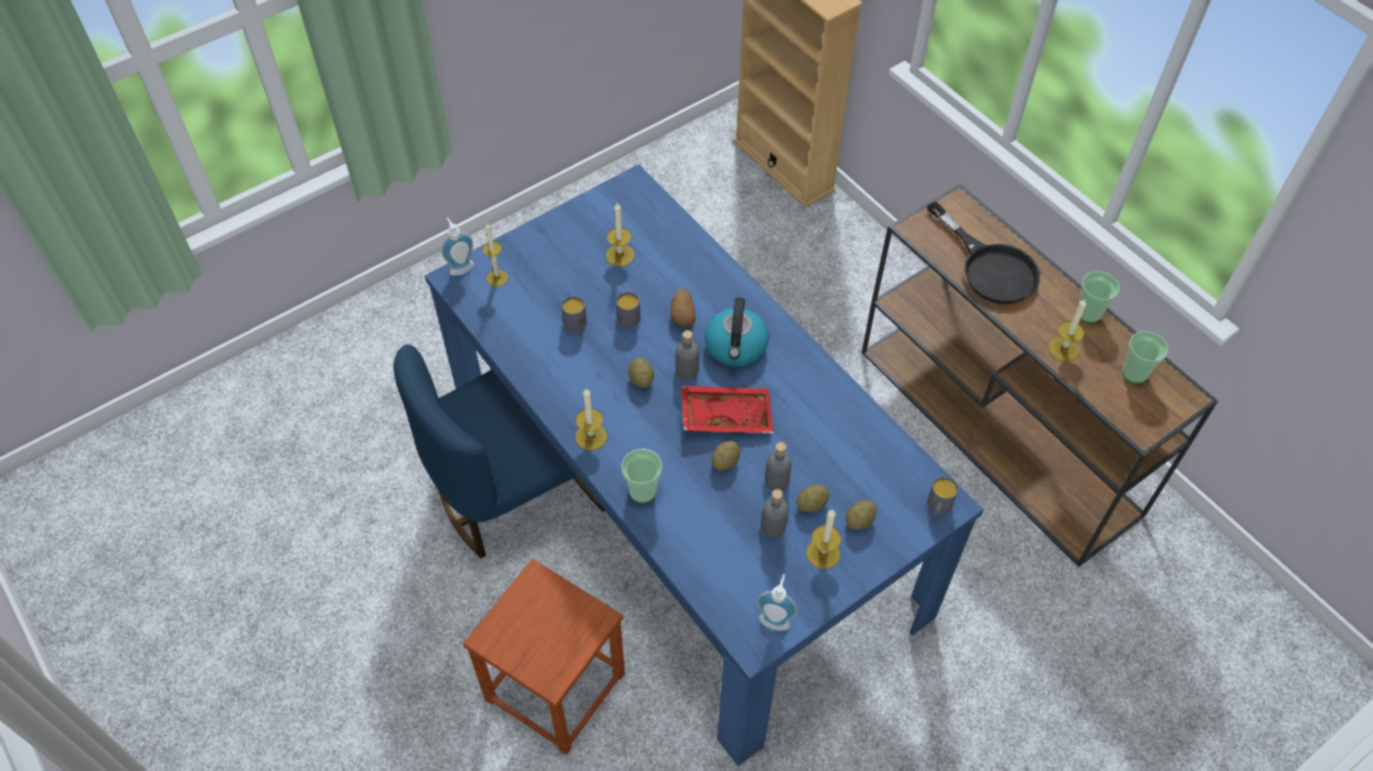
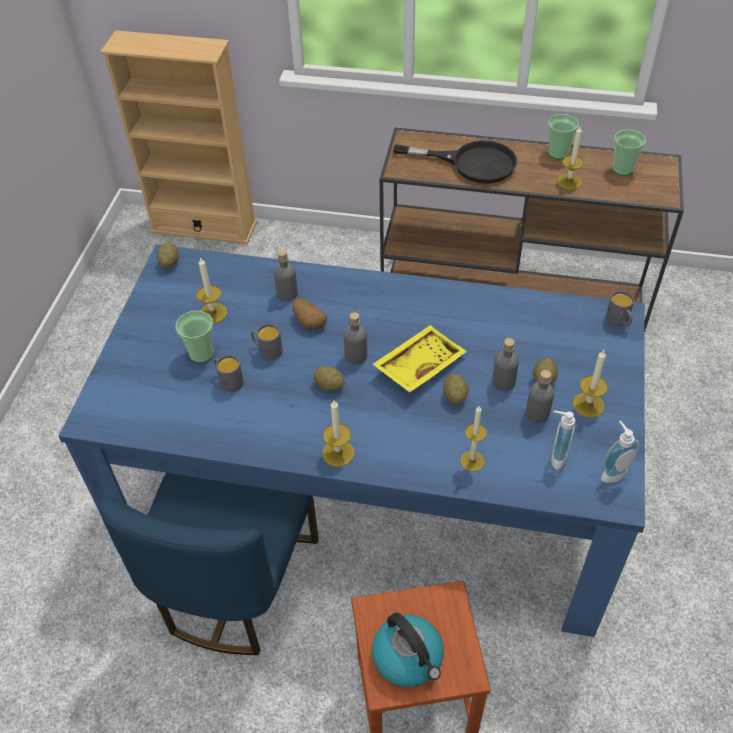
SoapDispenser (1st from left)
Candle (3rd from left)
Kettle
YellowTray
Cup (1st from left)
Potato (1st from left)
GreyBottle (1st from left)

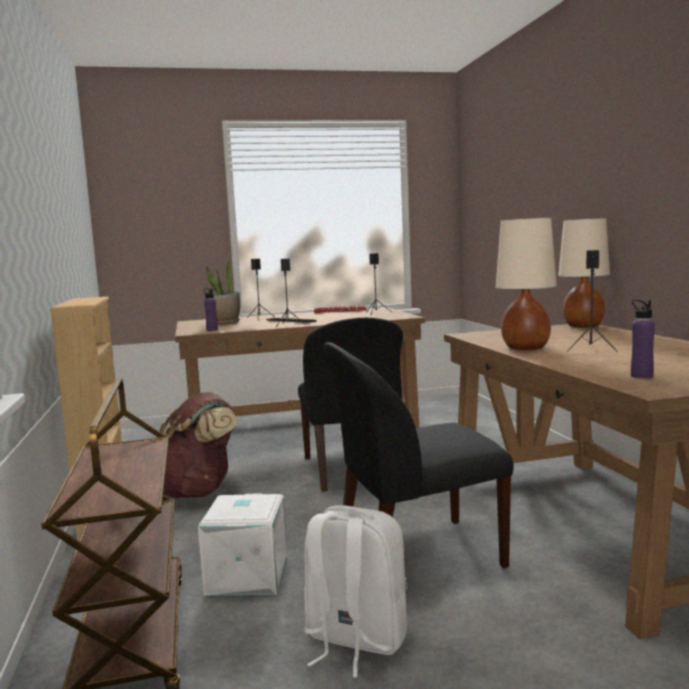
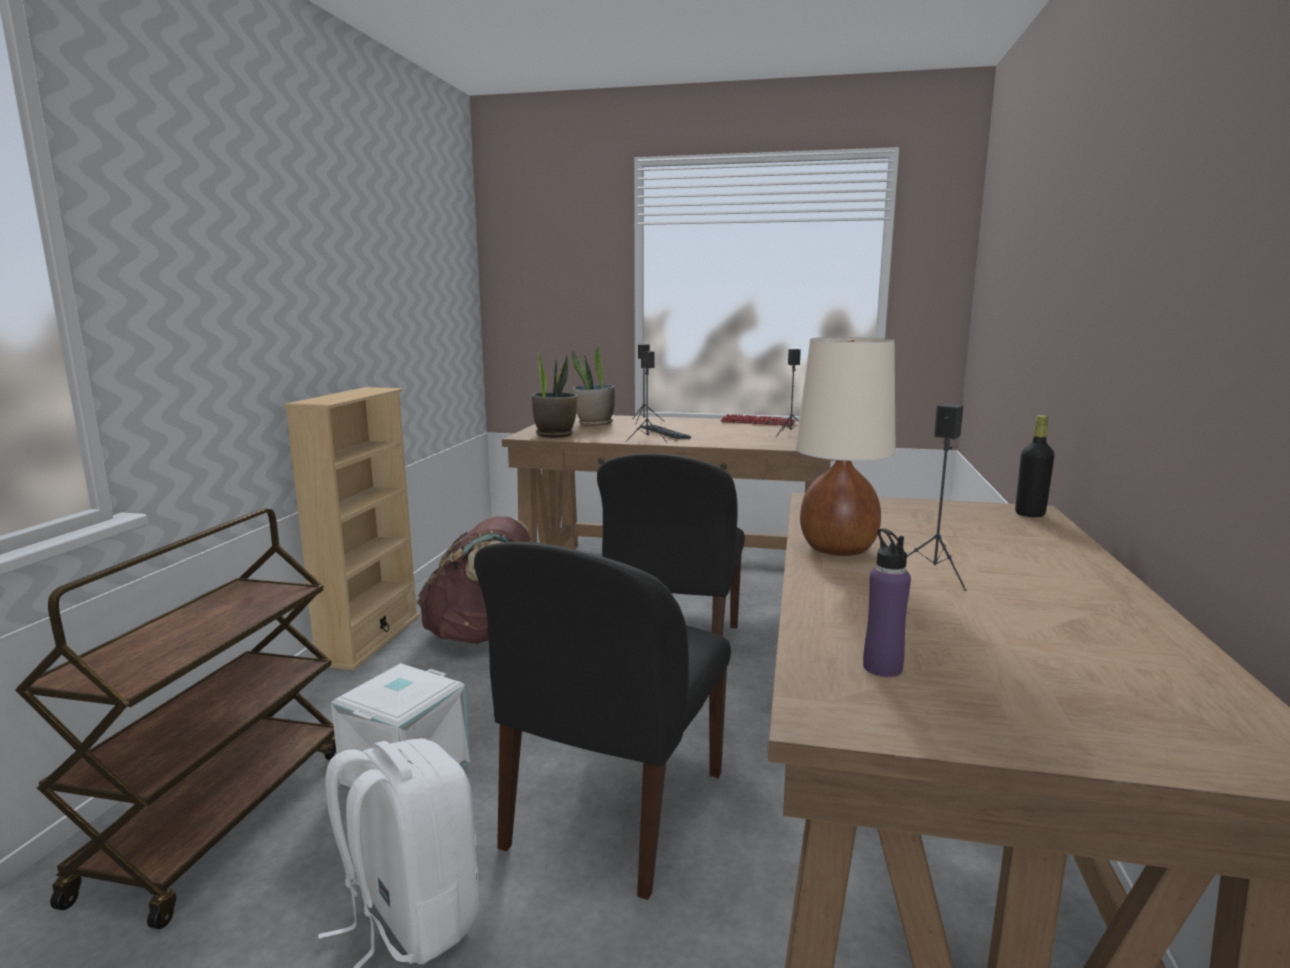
BlackBottle
PottedPlant (1st from left)
BlackChair (1st from left)

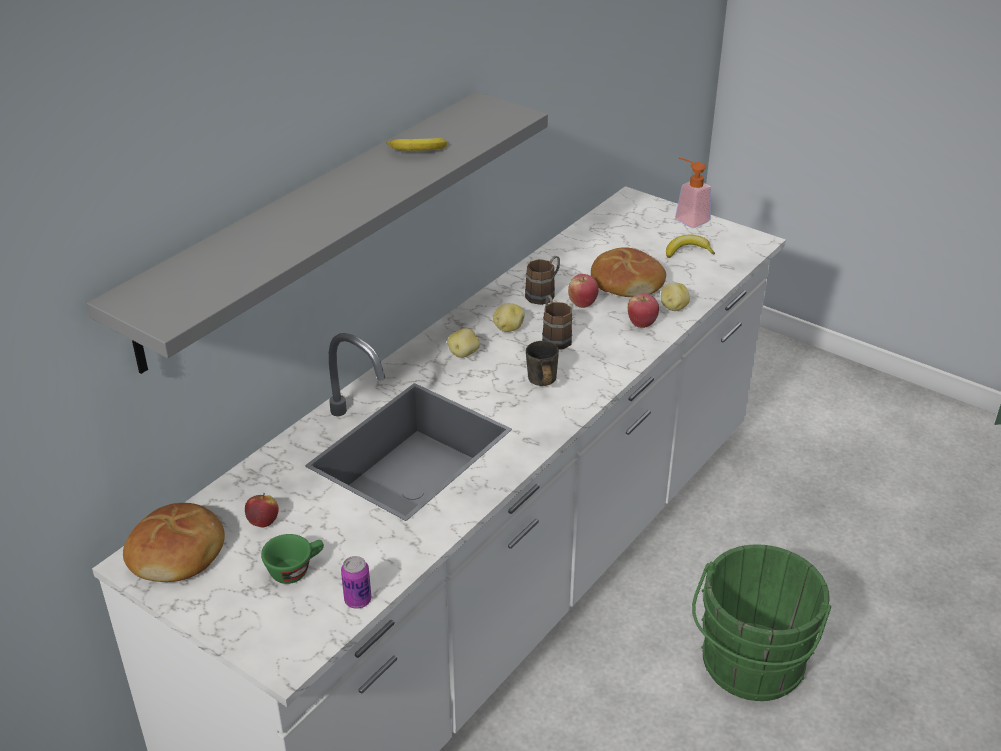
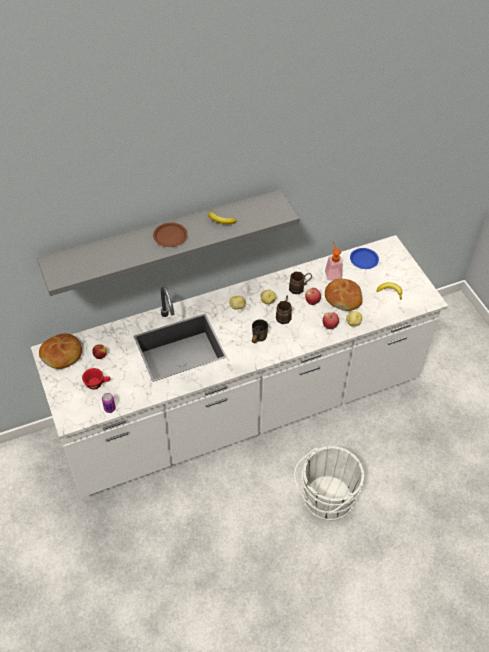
SoapDispenser
RedCup
WhiteBucket
BrownPlate
BluePlate

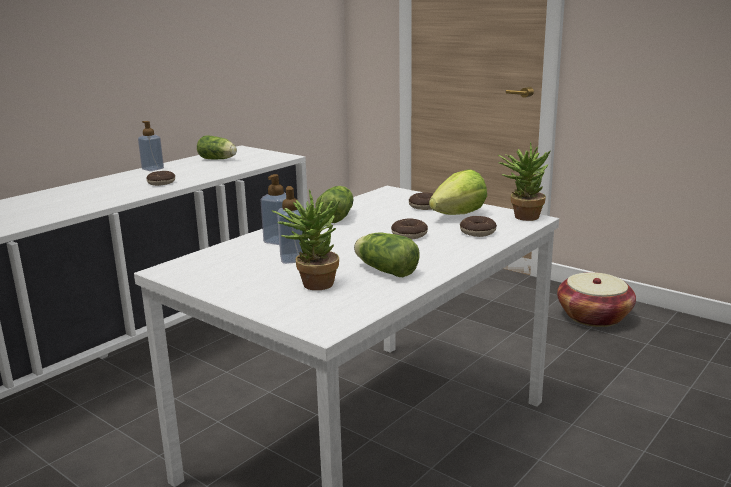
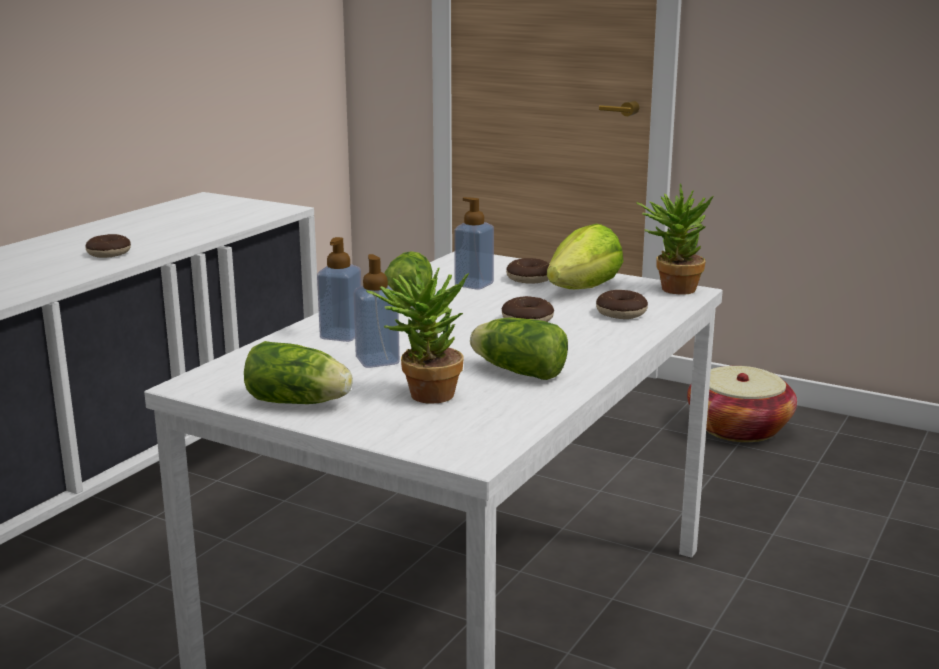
SoapDispenser (3rd from left)
Lettuce (1st from left)

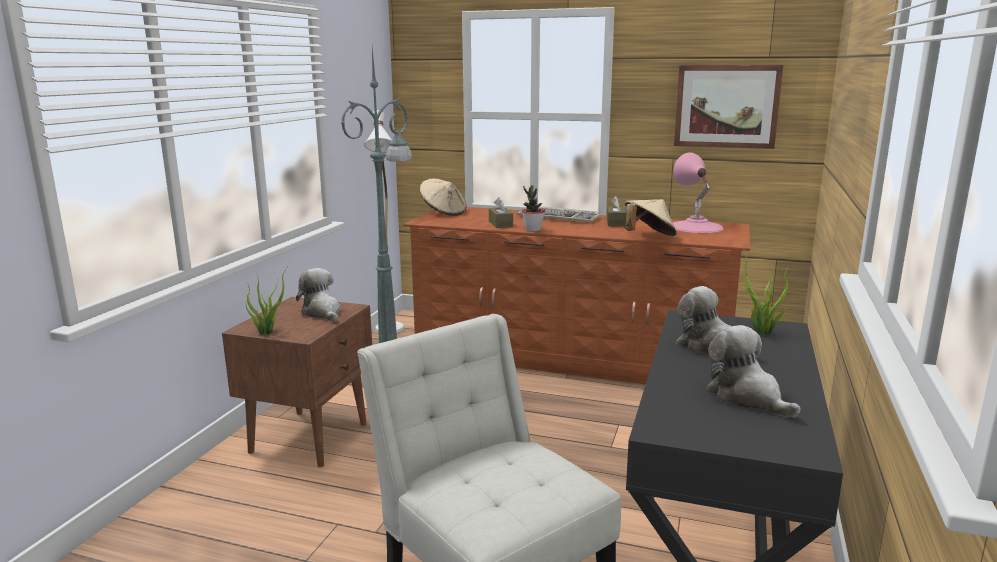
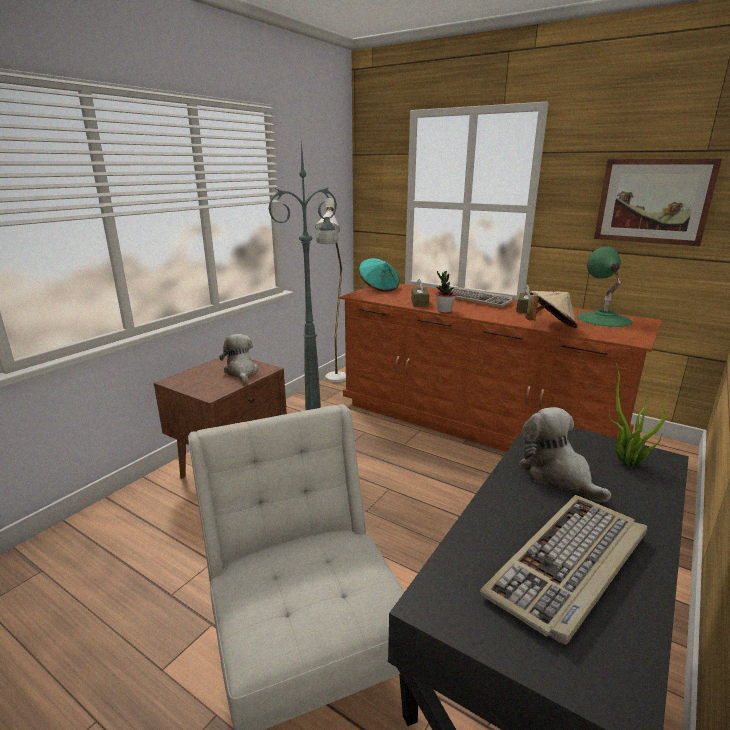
GreenTableLamp
TurquoiseHat
PottedPlant (1st from left in the first image)
Keyboard (2nd from left)

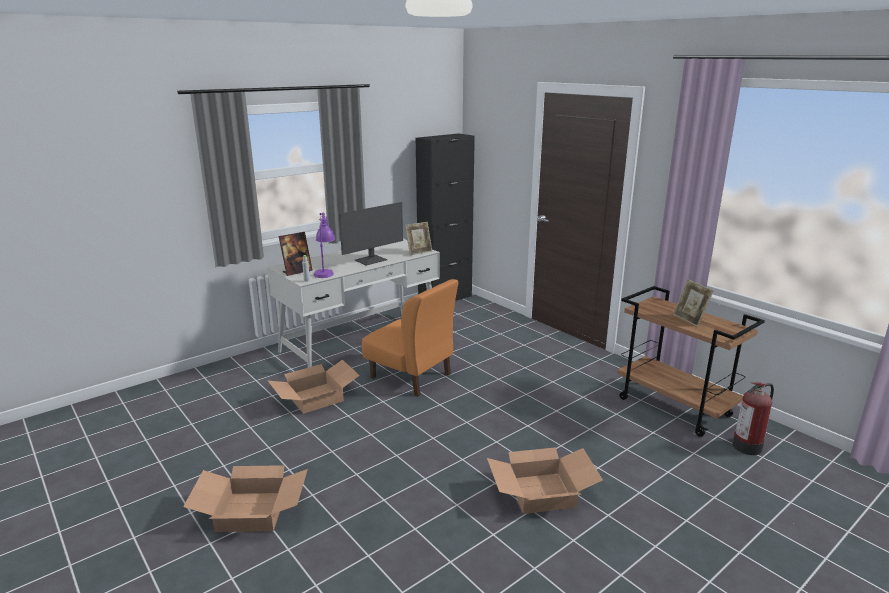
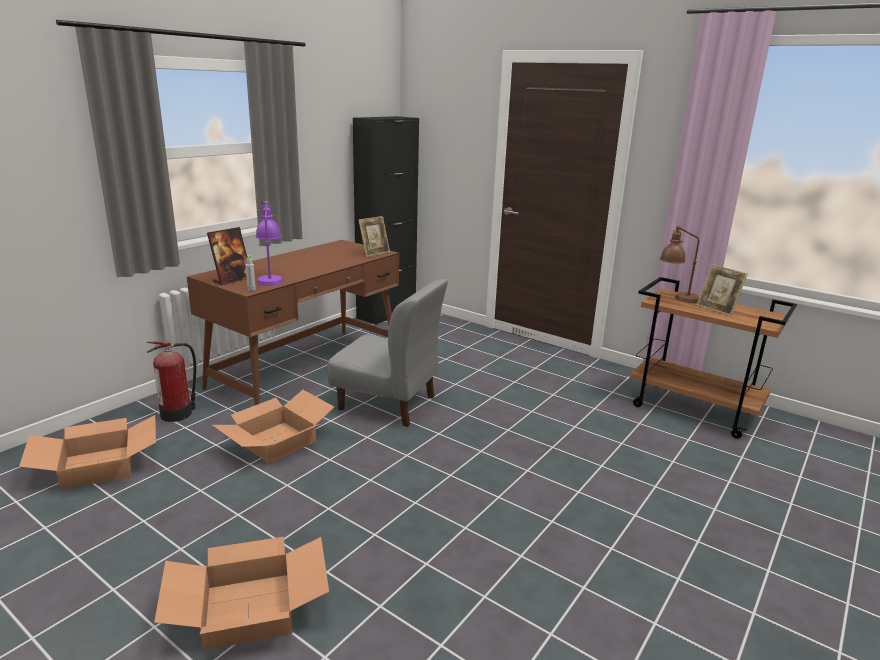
Monitor
BrownDesk
GreyChair
FireExtinguisher
CardboardBox (1st from left)
BrownTableLamp

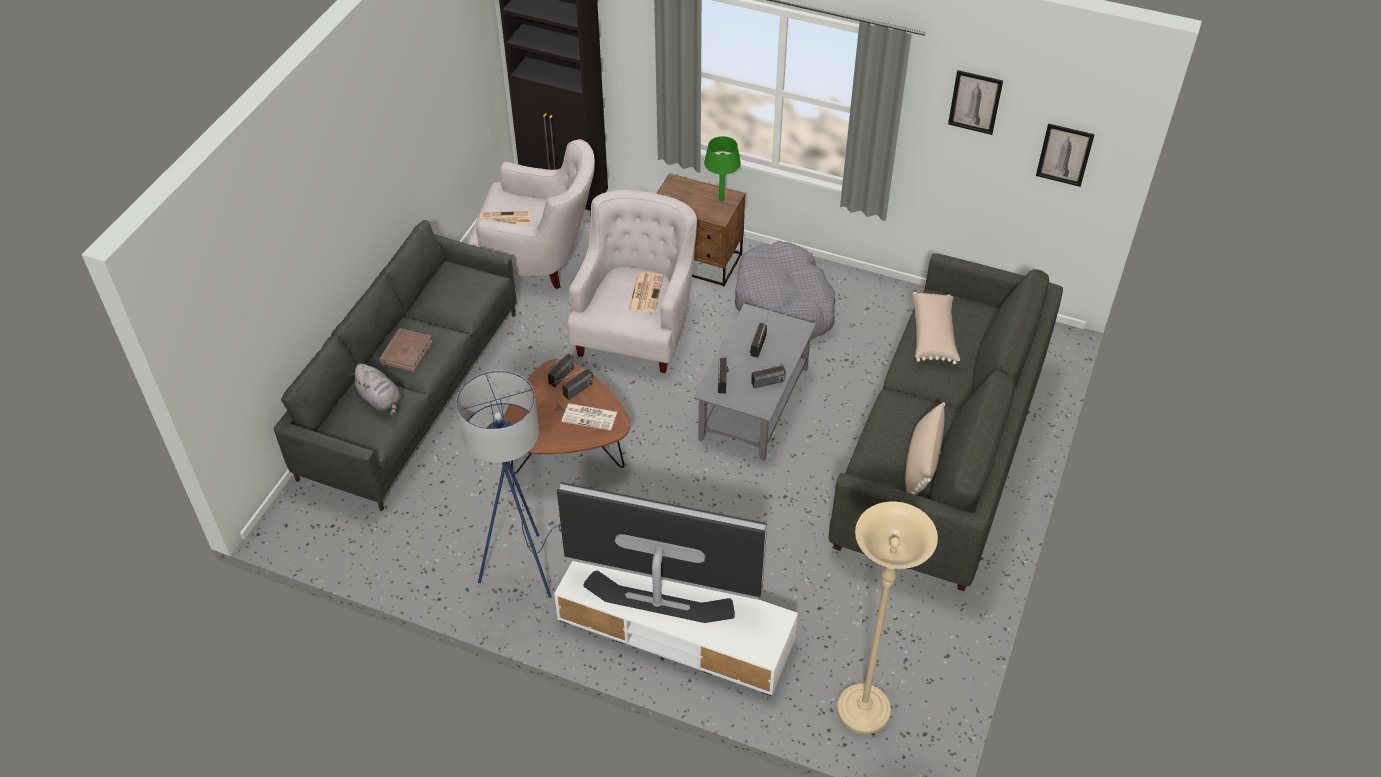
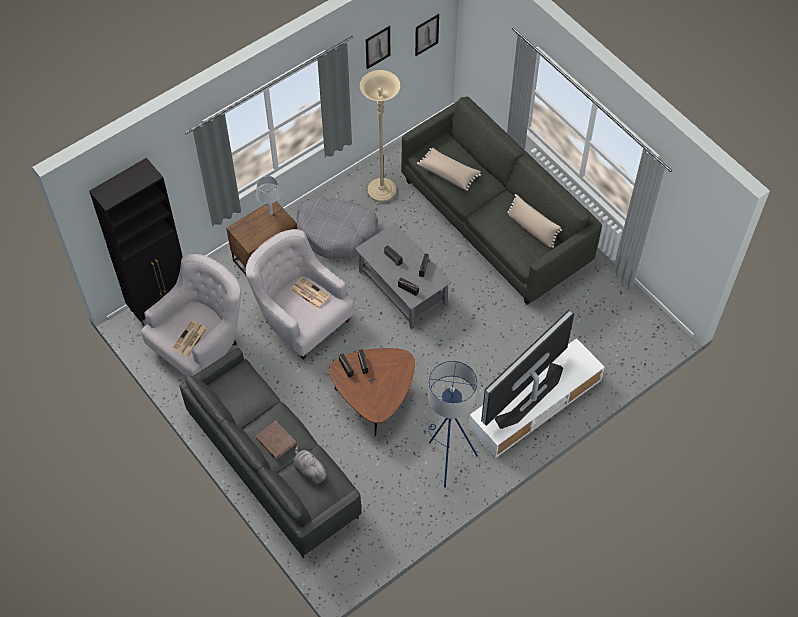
GreyTableLamp
GreyPlushToy
Newspaper (2nd from left in the first image)
BeigeFloorLamp

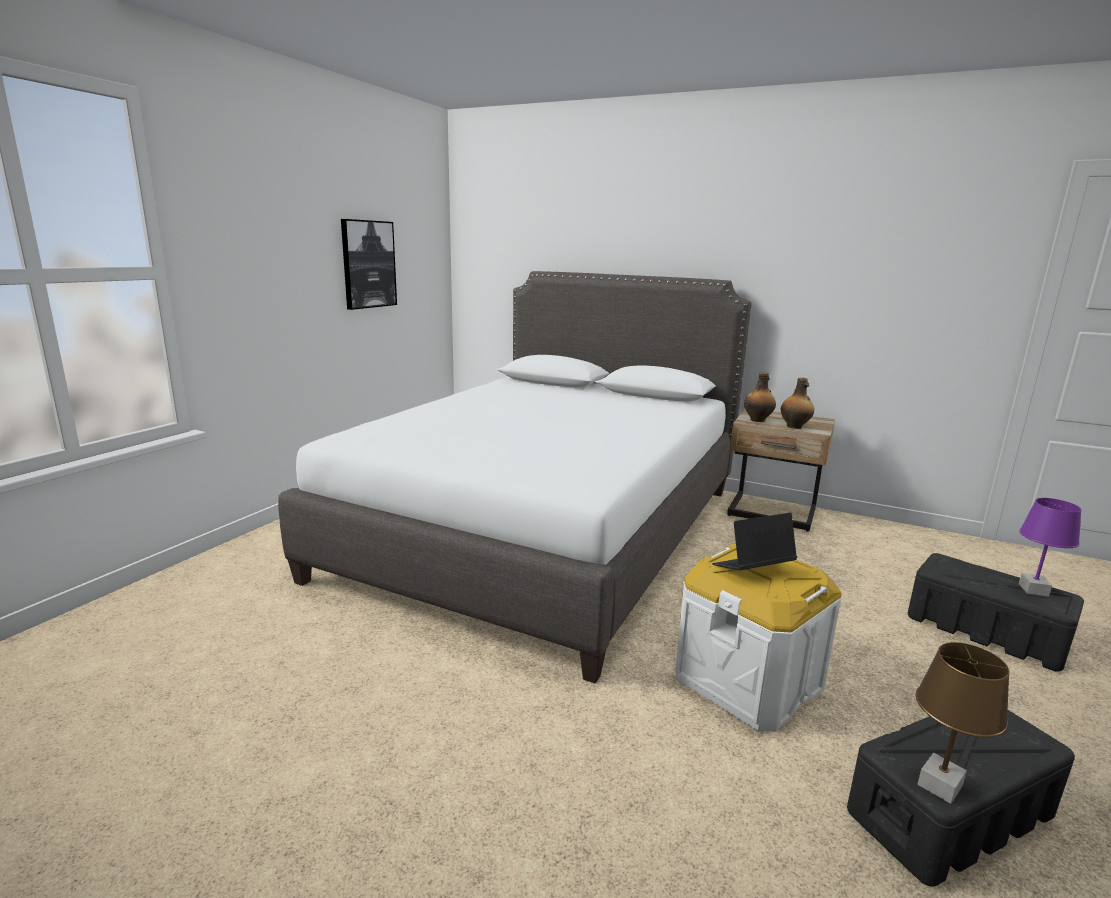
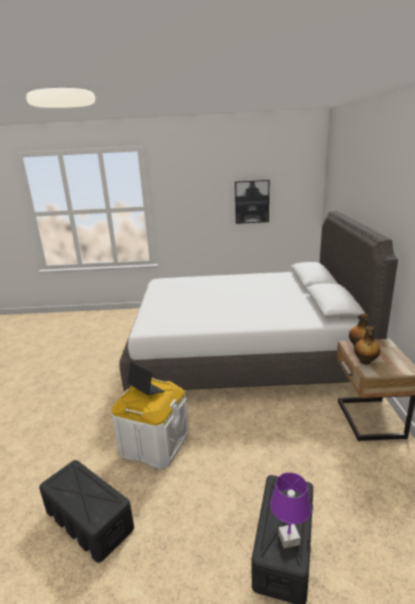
BrownTableLamp

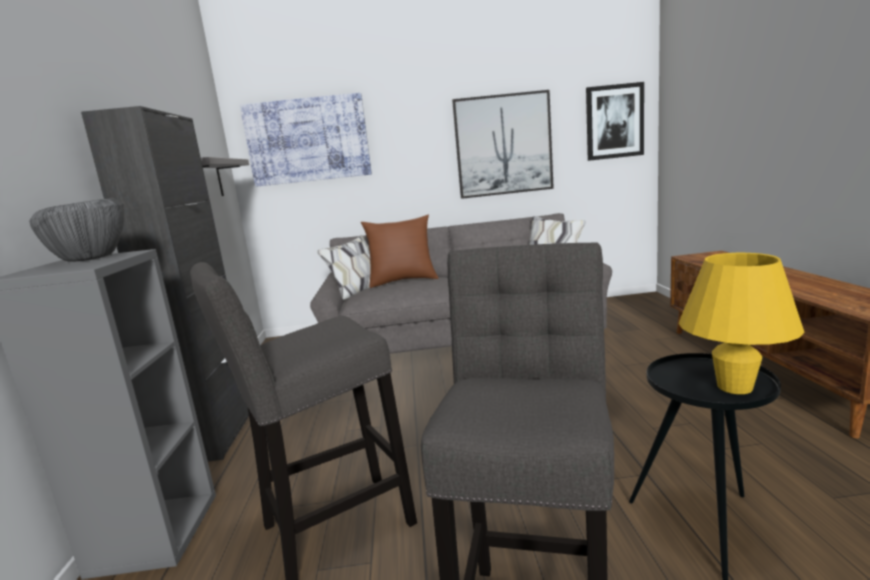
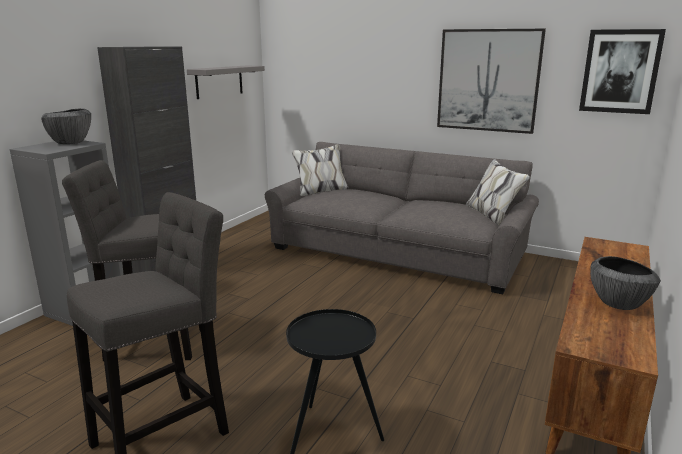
Picture (1st from left in the first image)
BrownPillow
YellowTableLamp
Bowl (2nd from left)

